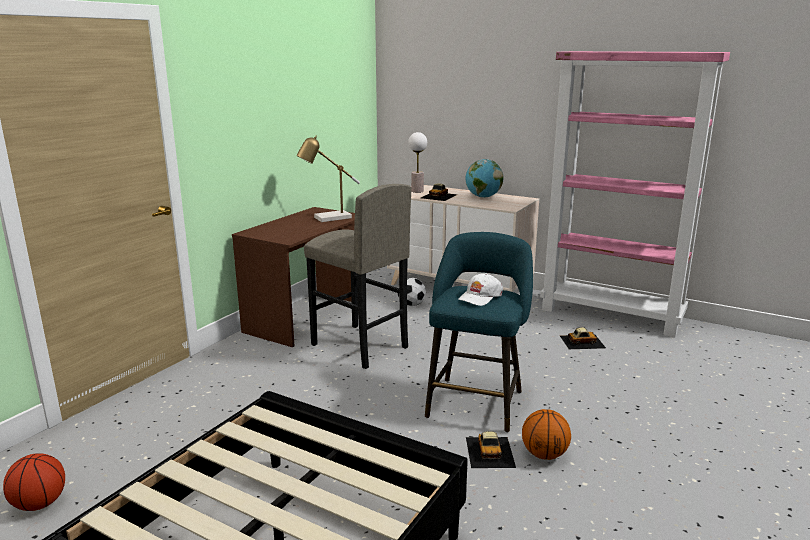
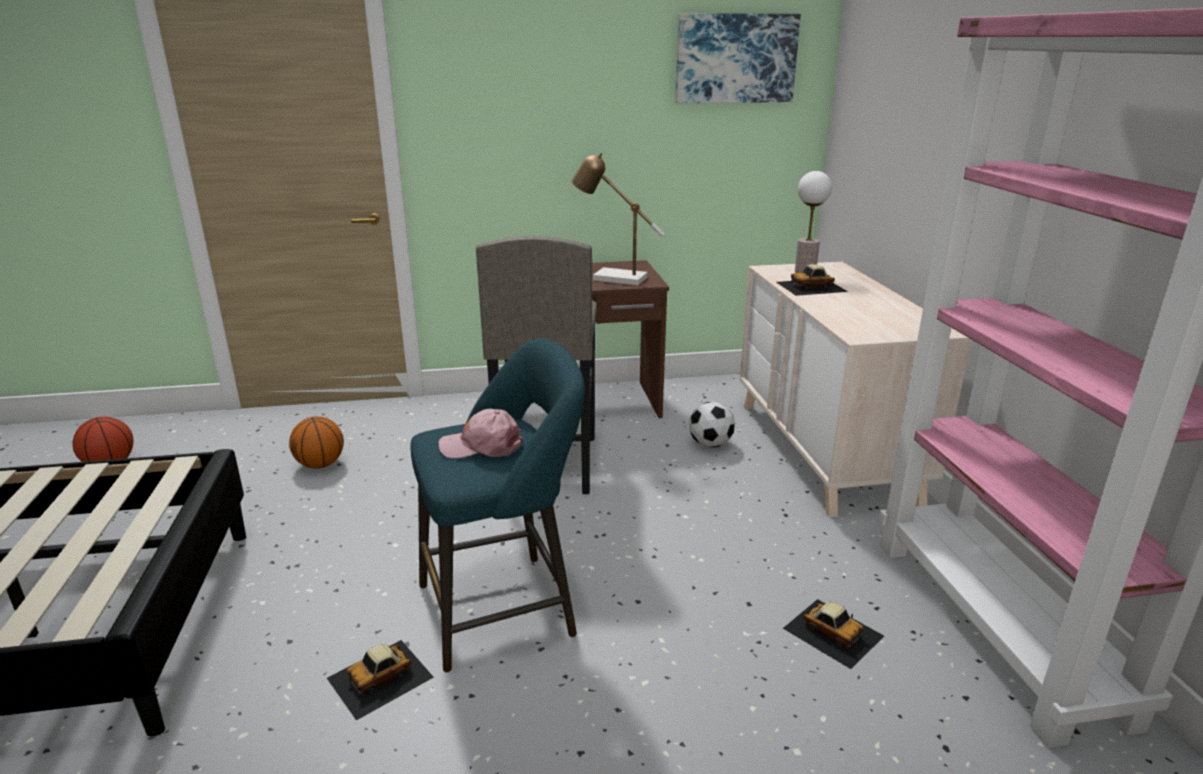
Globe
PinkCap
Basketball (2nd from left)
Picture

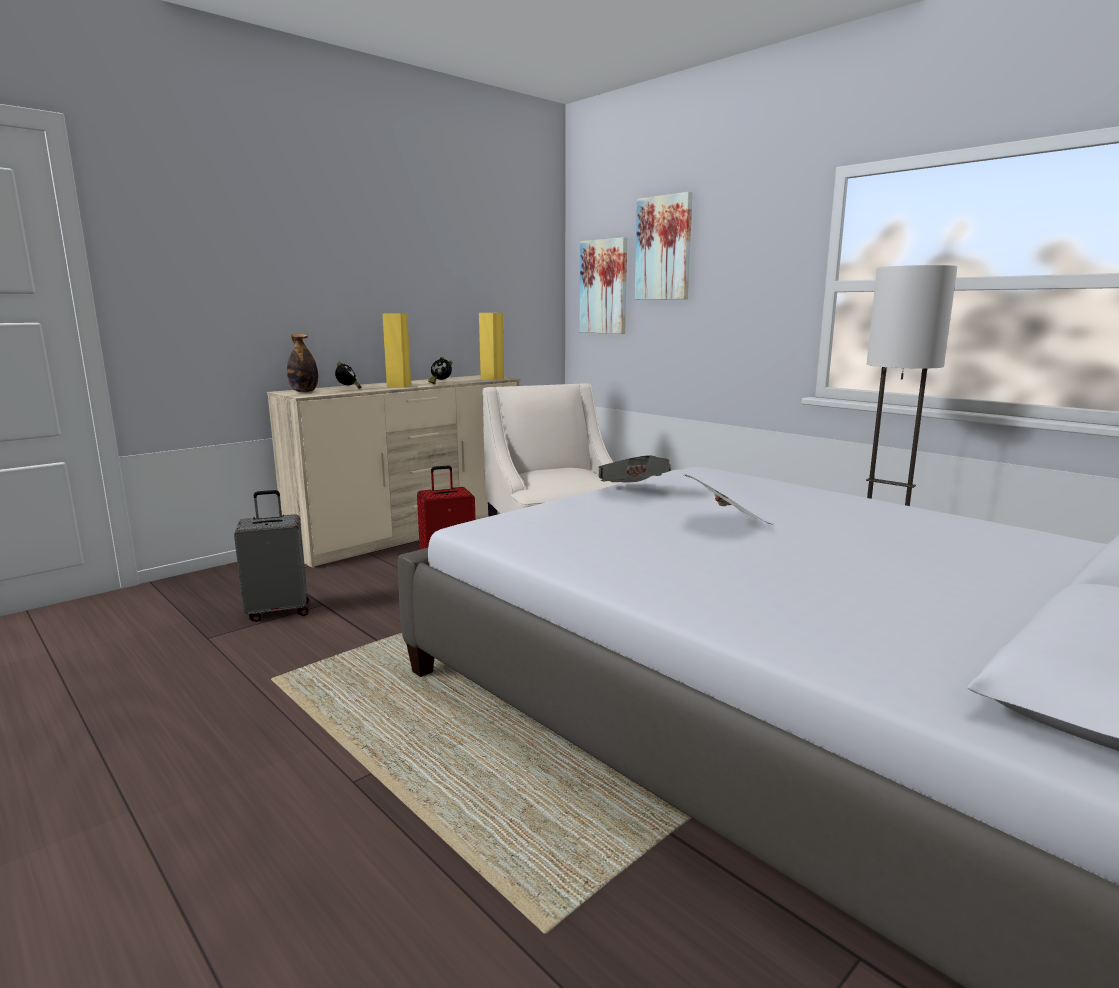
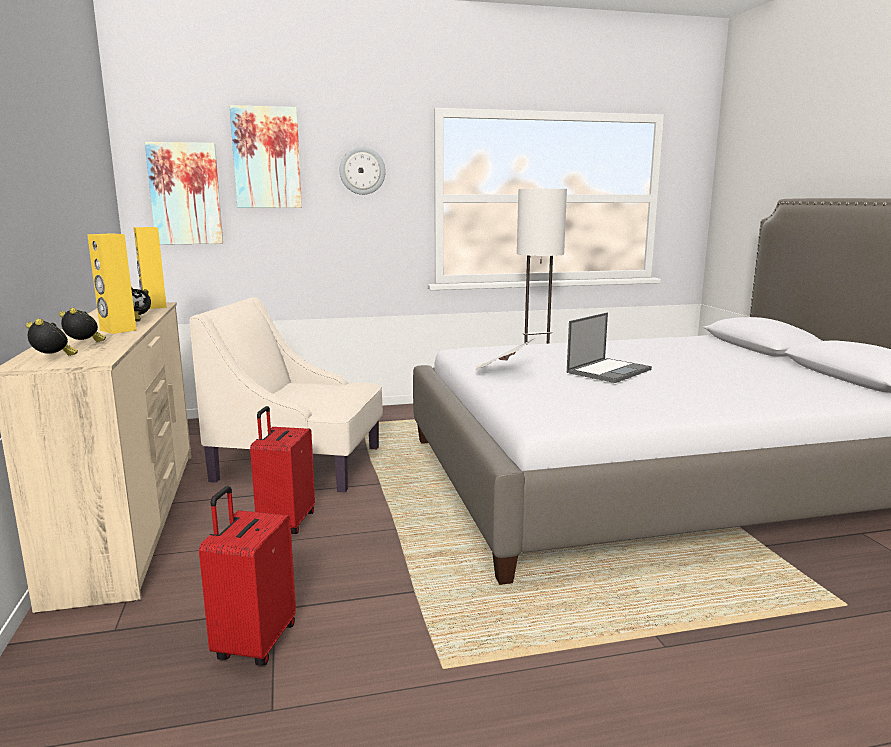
AlarmClock (1st from left)
Laptop
RedSuitcase (1st from left)
WallClock

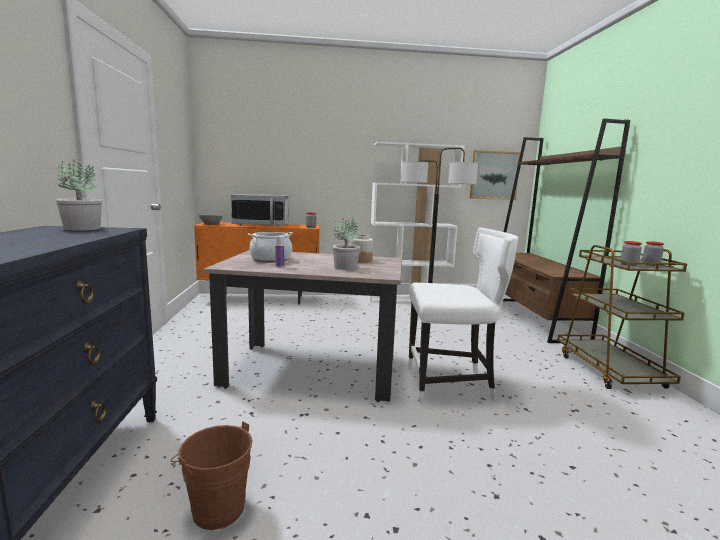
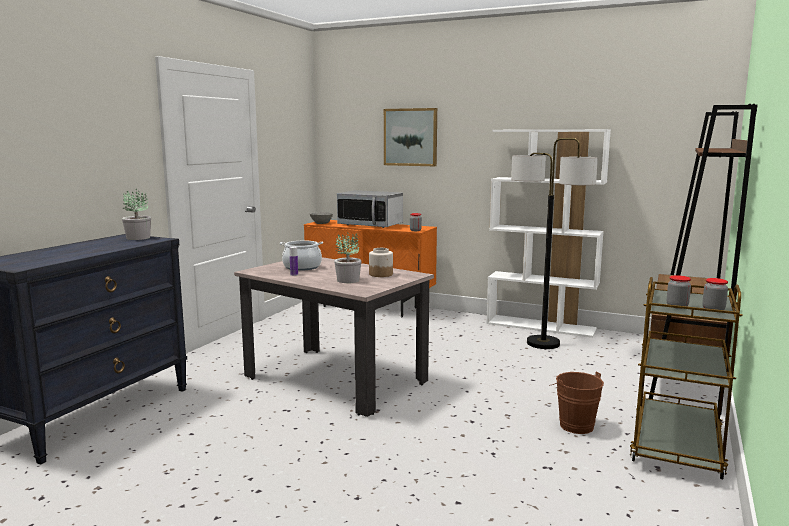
Picture
WhiteChair
BrownBucket

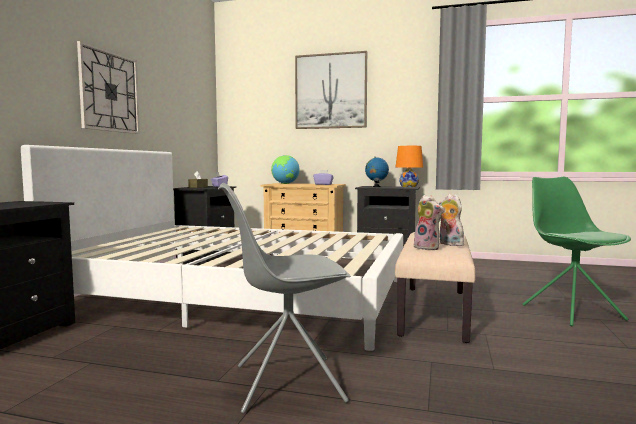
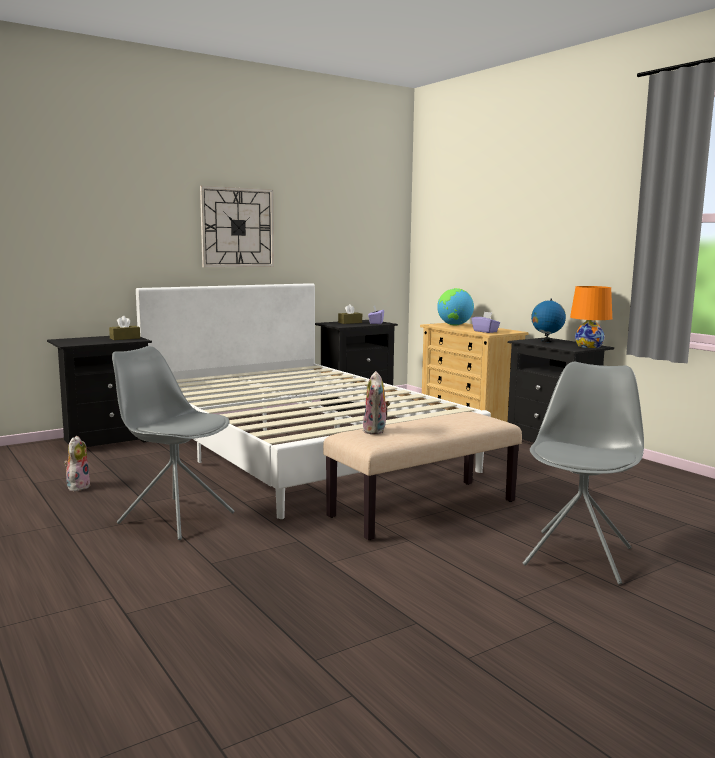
Picture
GreyChair (2nd from left)
PlushToy (1st from left)
BrownTissueBox (1st from left)

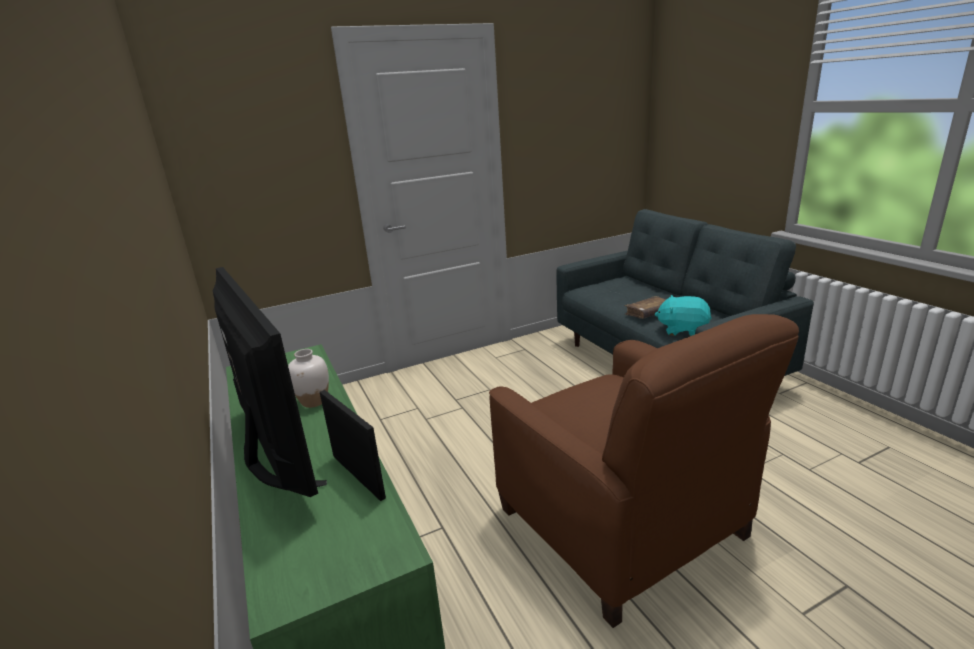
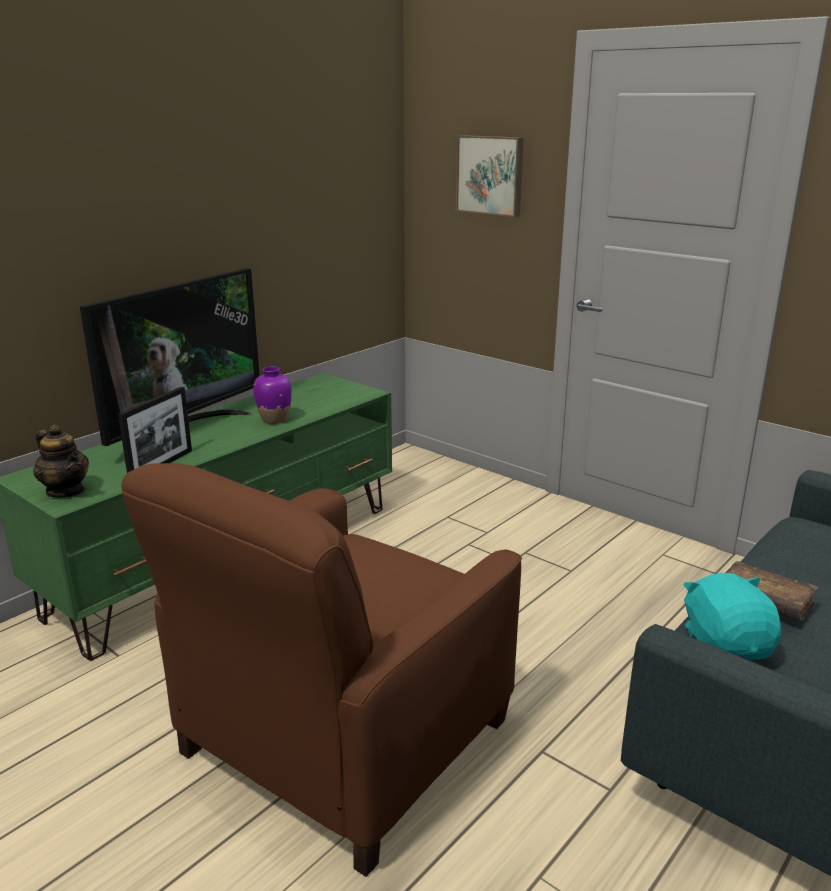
PurpleVase
Picture
Teapot

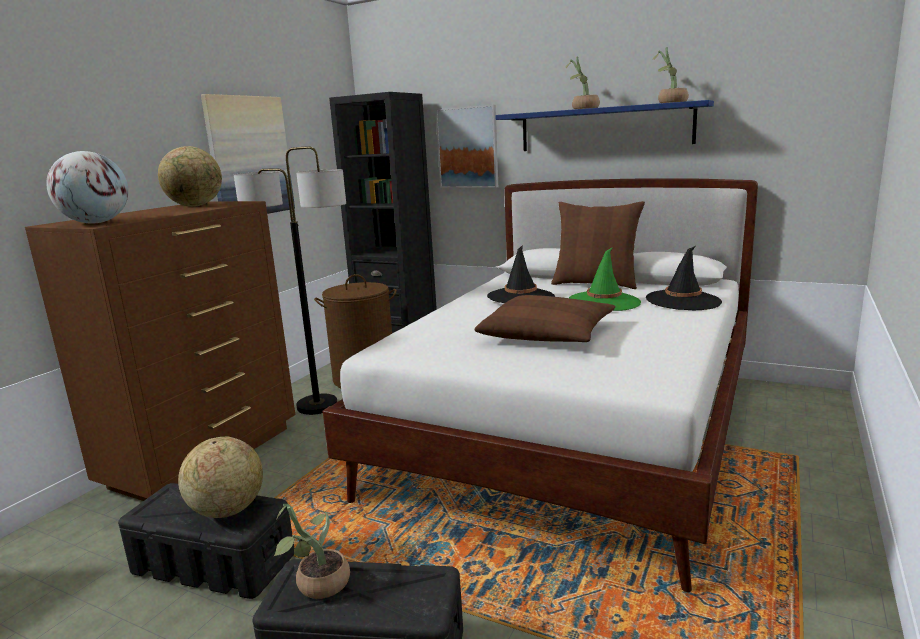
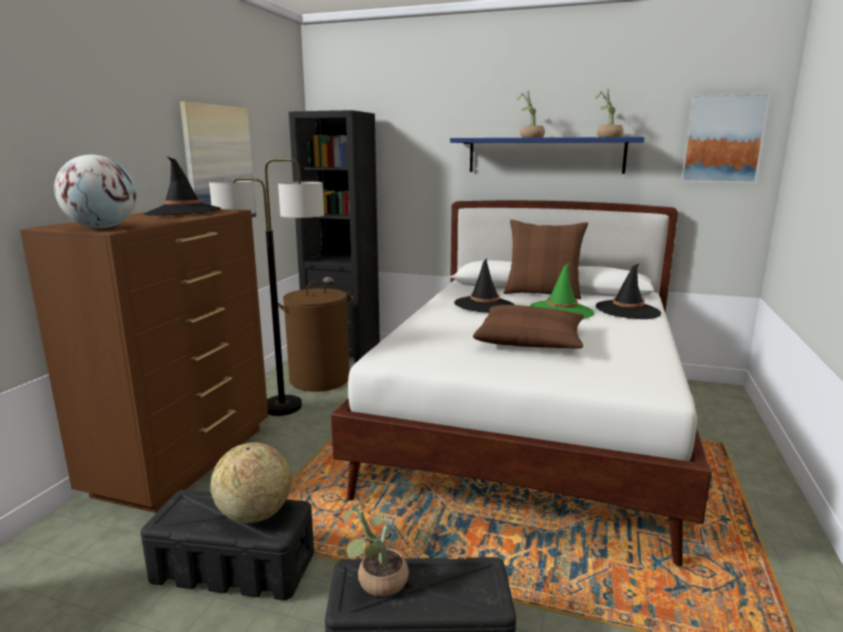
Picture (2nd from left)
BlackHat (1st from left)

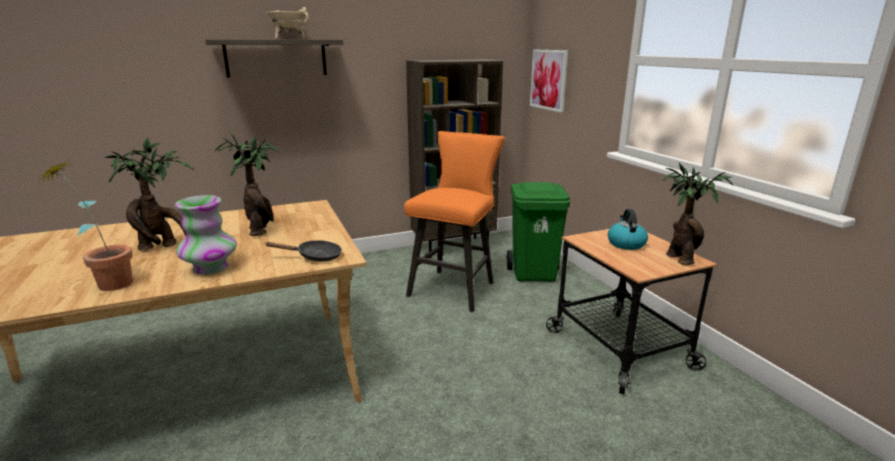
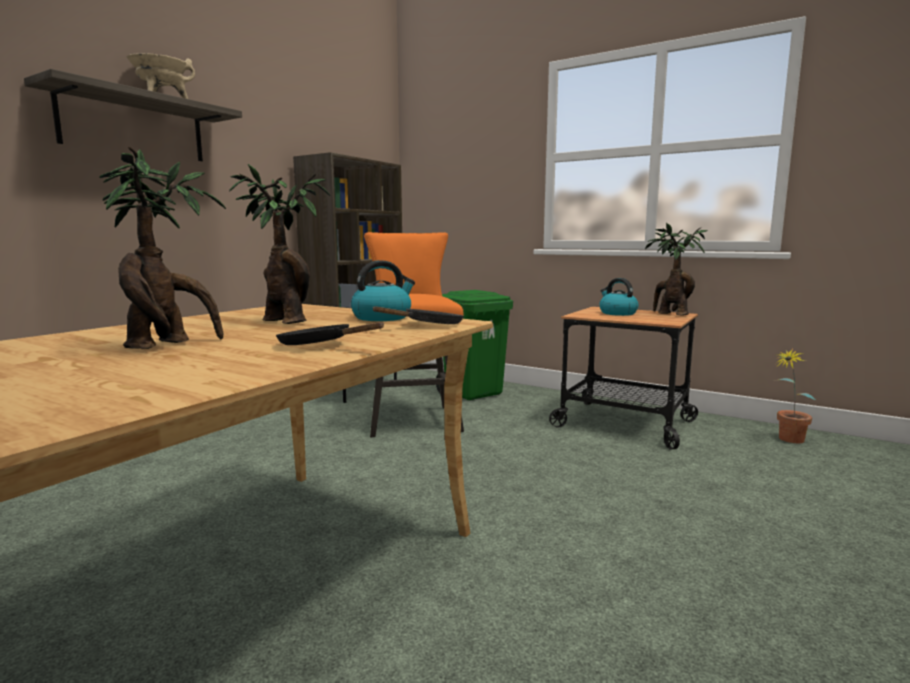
Picture
PottedPlant (4th from left)
BlackFryingPan (1st from left)
Kettle (1st from left)

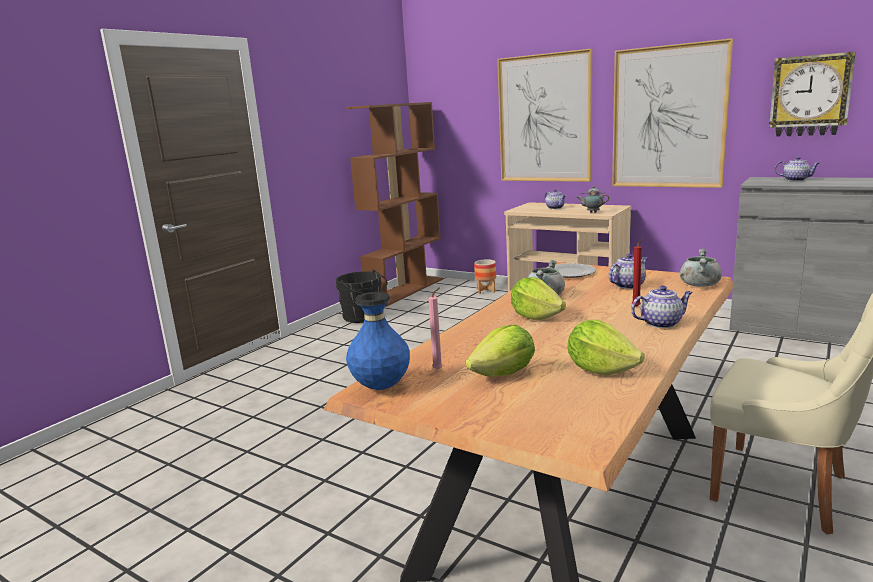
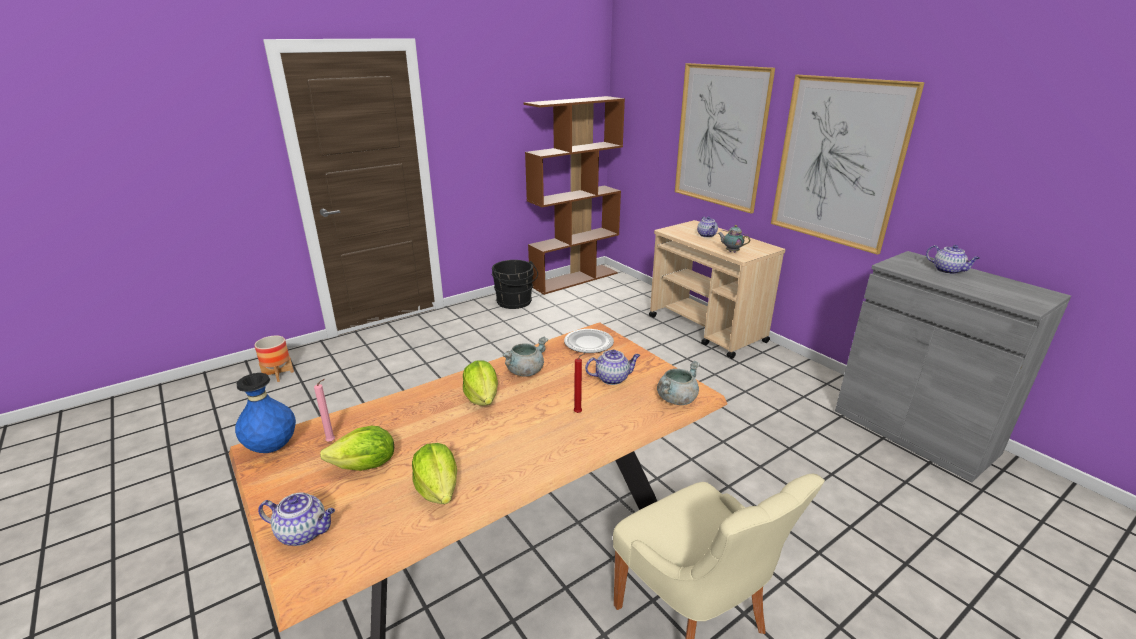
WallClock
Planter
Teapot (1st from left)

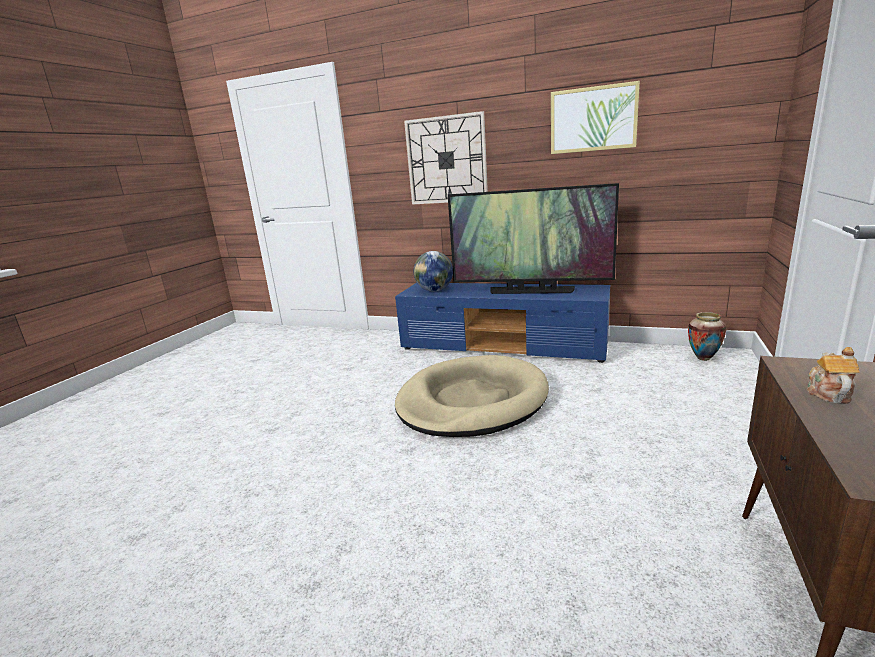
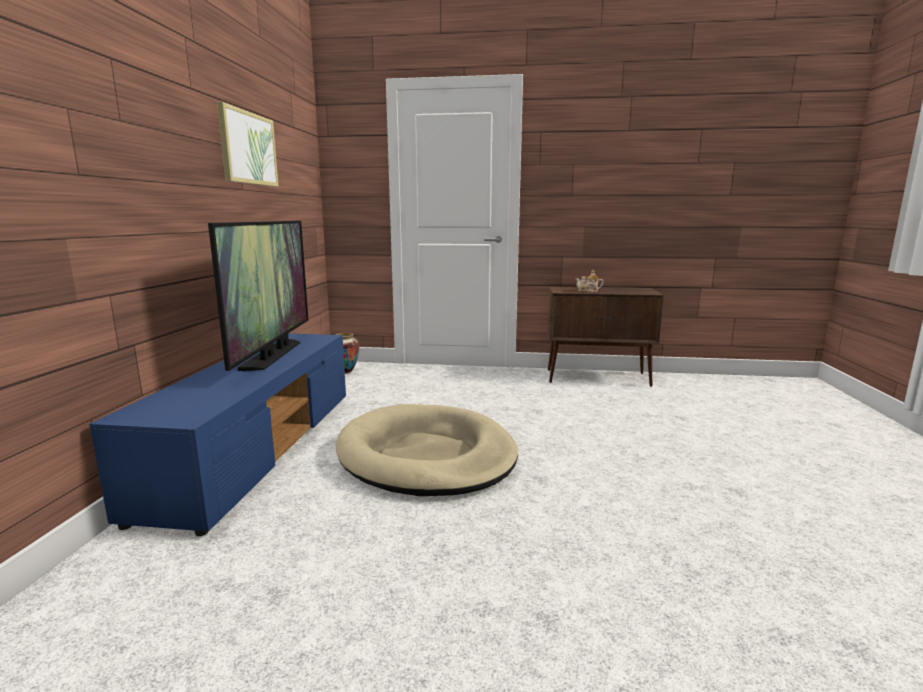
WallClock
Globe

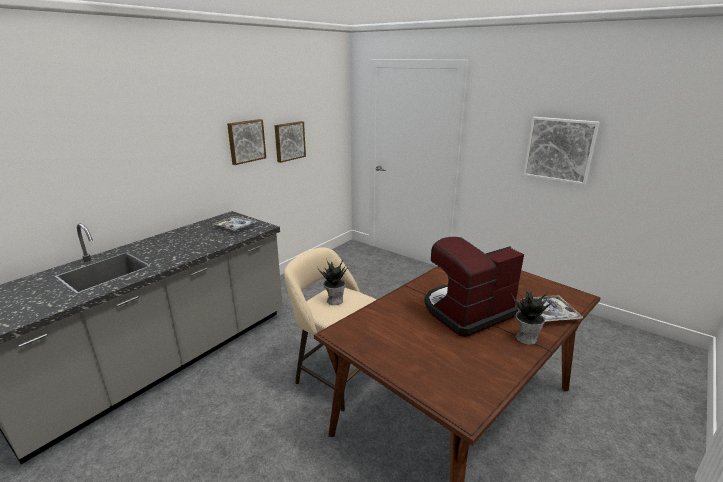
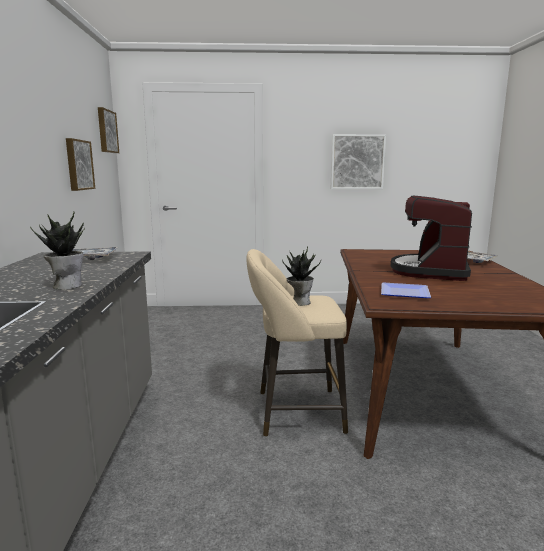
Picture (2nd from left)
PottedPlant (1st from left)
Plate

